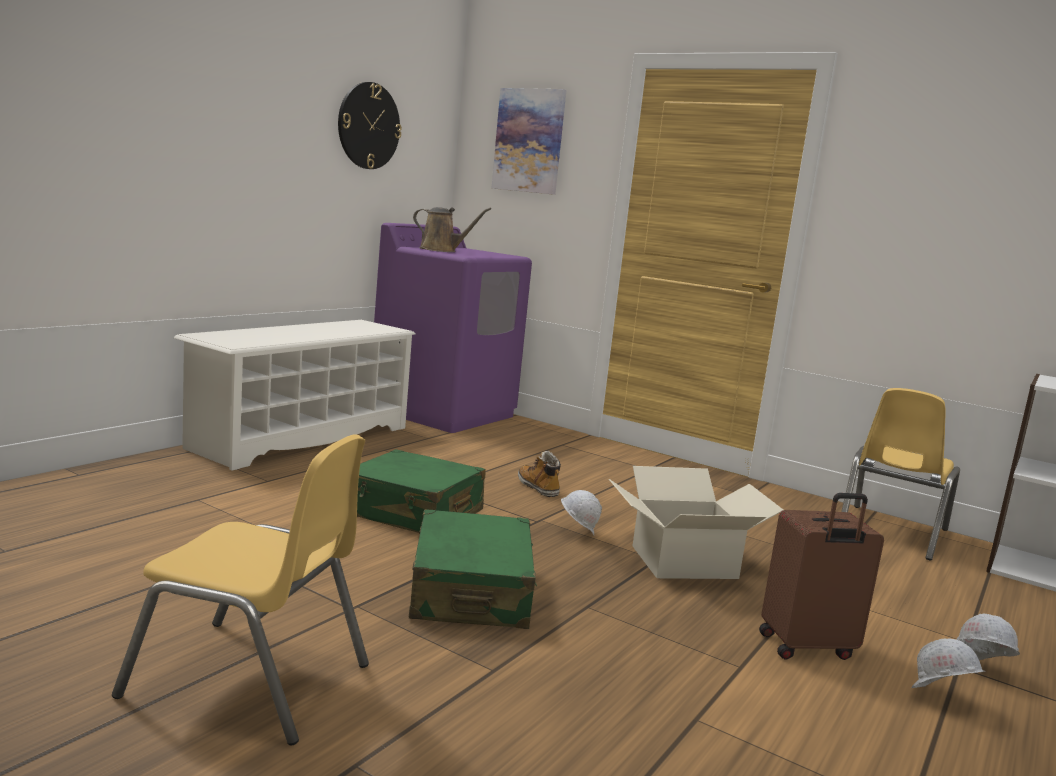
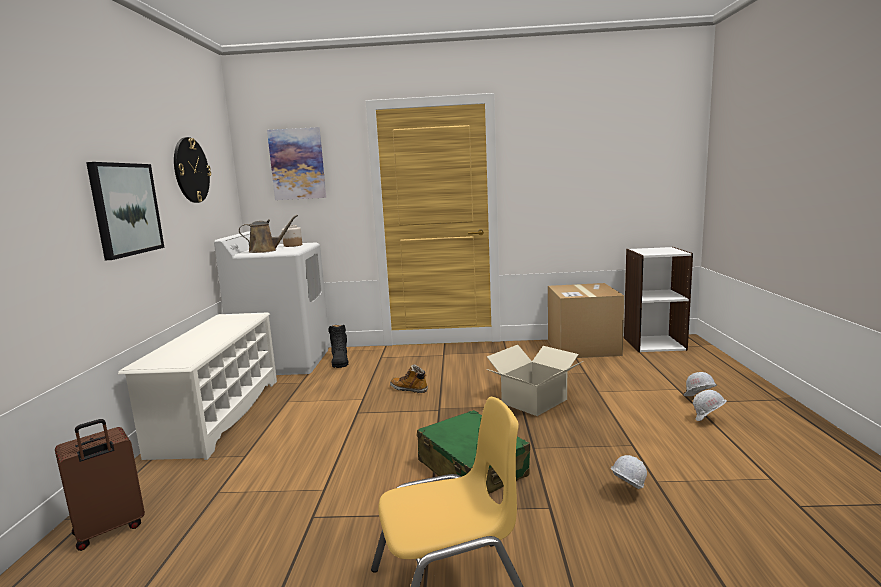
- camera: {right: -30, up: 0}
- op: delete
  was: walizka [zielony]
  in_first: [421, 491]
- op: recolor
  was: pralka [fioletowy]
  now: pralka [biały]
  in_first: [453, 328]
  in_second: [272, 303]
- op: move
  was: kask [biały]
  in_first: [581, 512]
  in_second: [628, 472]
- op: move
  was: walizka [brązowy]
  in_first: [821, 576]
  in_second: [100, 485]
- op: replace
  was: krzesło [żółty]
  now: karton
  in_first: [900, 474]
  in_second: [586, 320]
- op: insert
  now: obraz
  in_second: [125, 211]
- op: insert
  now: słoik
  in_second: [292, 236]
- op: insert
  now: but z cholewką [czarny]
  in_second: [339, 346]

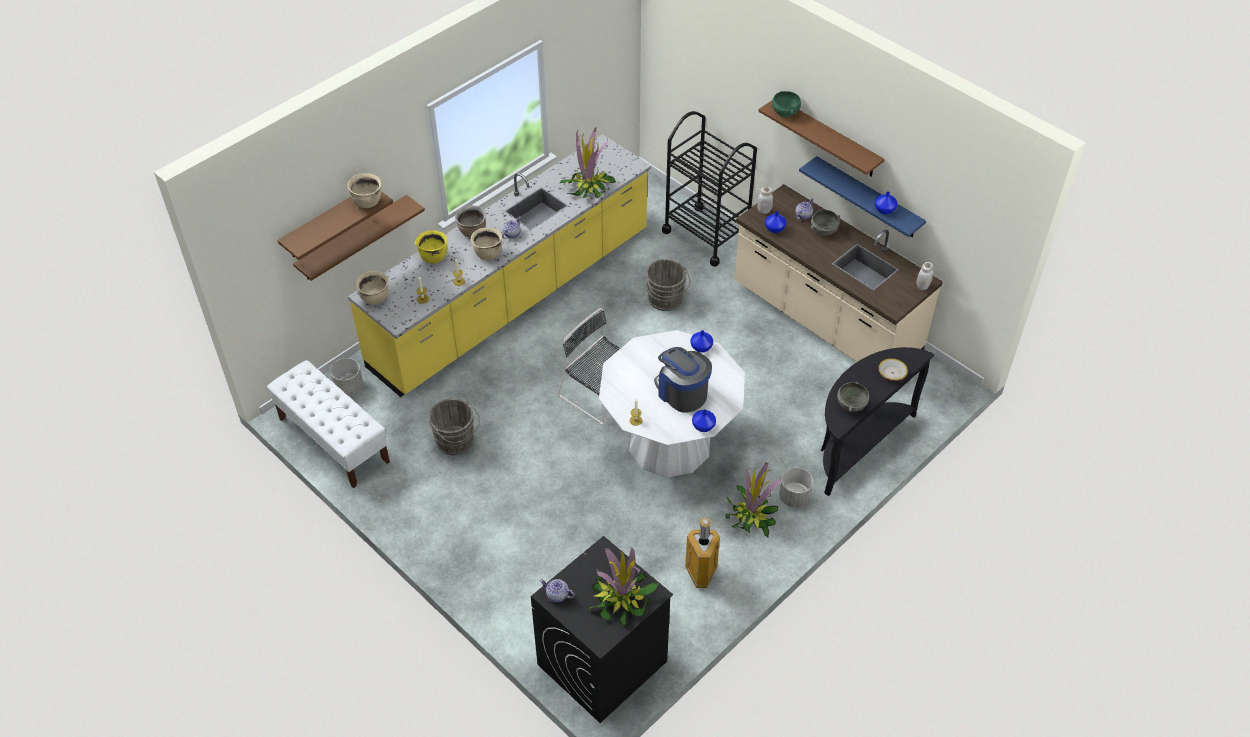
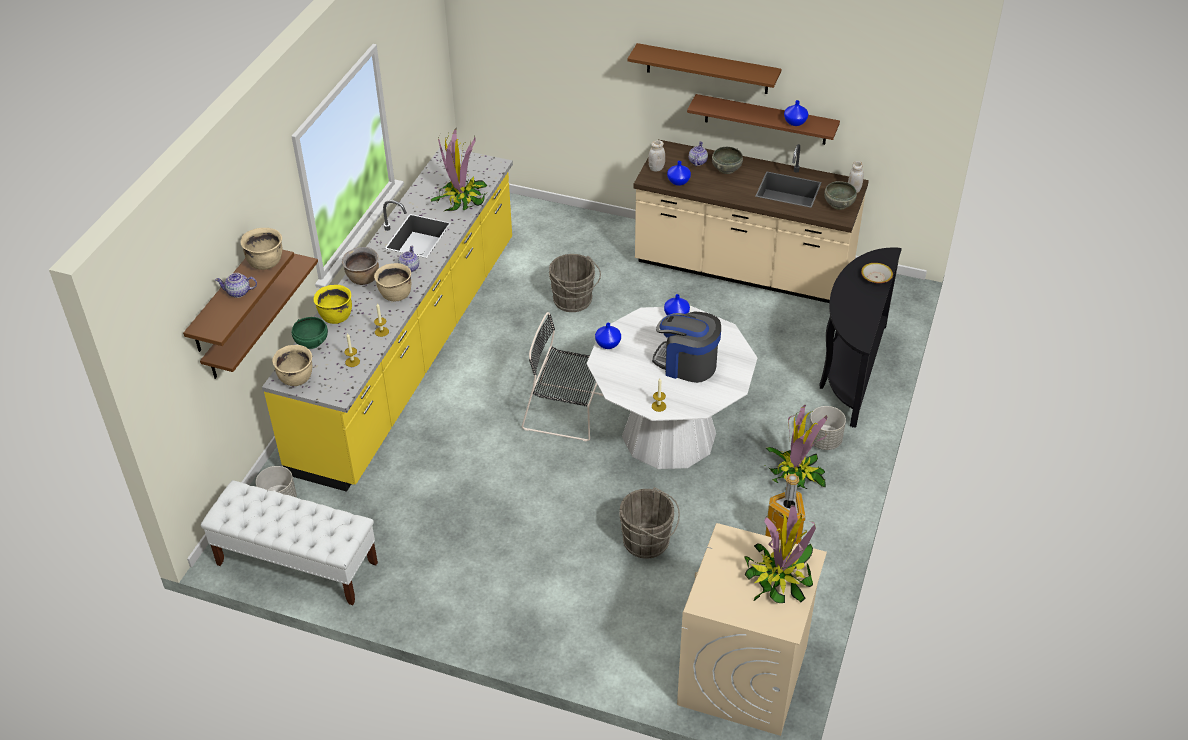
- camera: {right: -25, up: -5}
- op: move
  was: wiadro [szary]
  in_first: [454, 427]
  in_second: [649, 523]
- op: recolor
  was: pralka [czarny]
  now: pralka [beżowy]
  in_first: [602, 629]
  in_second: [752, 629]
- op: move
  was: imbryk
  in_first: [557, 590]
  in_second: [236, 285]
- op: delete
  was: wózek [czarny]
  in_first: [709, 189]
- op: move
  was: wazon [niebieski]
  in_first: [704, 420]
  in_second: [608, 336]
- op: move
  was: miska [zielony]
  in_first: [786, 104]
  in_second: [310, 333]
- op: recolor
  was: półka [niebieski]
  now: półka [brązowy]
  in_first: [862, 196]
  in_second: [763, 119]
- op: move
  was: miska [szary]
  in_first: [853, 397]
  in_second: [840, 195]

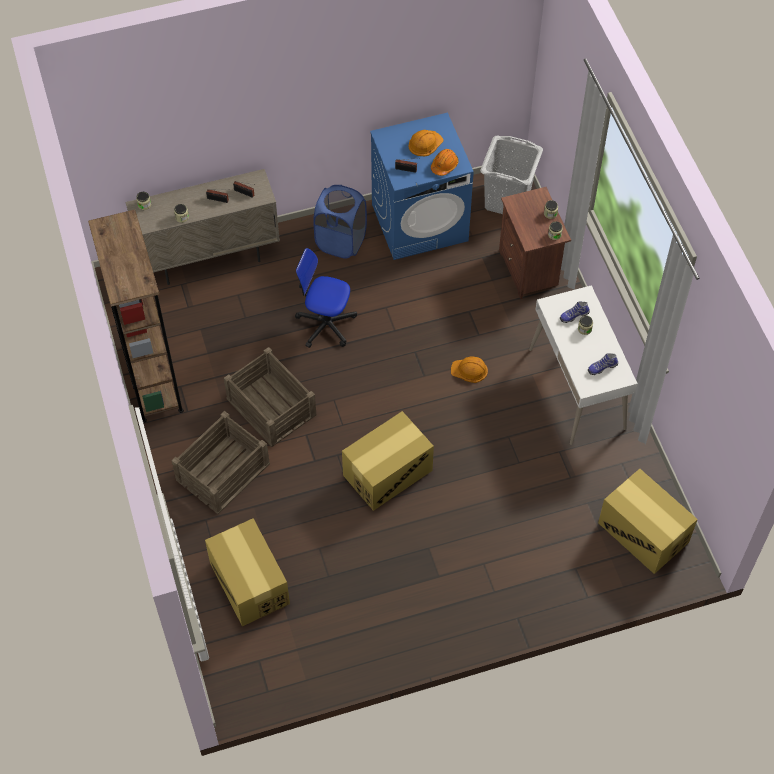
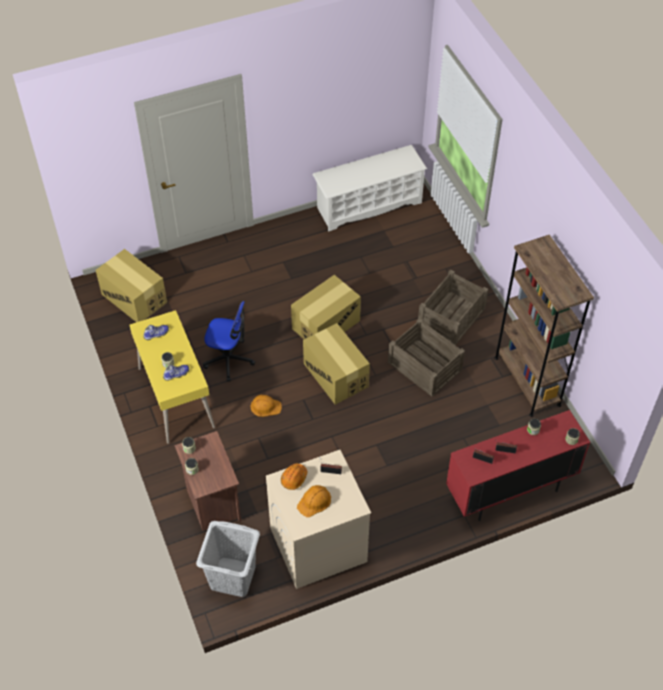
- camera: {right: 175, up: -5}
- op: recolor
  was: szafka [beżowy]
  now: szafka [czerwony]
  in_first: [202, 227]
  in_second: [518, 465]
- op: move
  was: karton
  in_first: [247, 572]
  in_second: [336, 364]
- op: move
  was: krzesło biurowe
  in_first: [326, 298]
  in_second: [229, 341]
- op: delete
  was: kosz na pranie [niebieski]
  in_first: [340, 222]
- op: recolor
  was: pralka [niebieski]
  now: pralka [beżowy]
  in_first: [422, 186]
  in_second: [318, 519]
- op: recolor
  was: biurko [biały]
  now: biurko [żółty]
  in_first: [583, 365]
  in_second: [172, 377]
- op: insert
  now: regał na buty [biały]
  in_second: [369, 188]

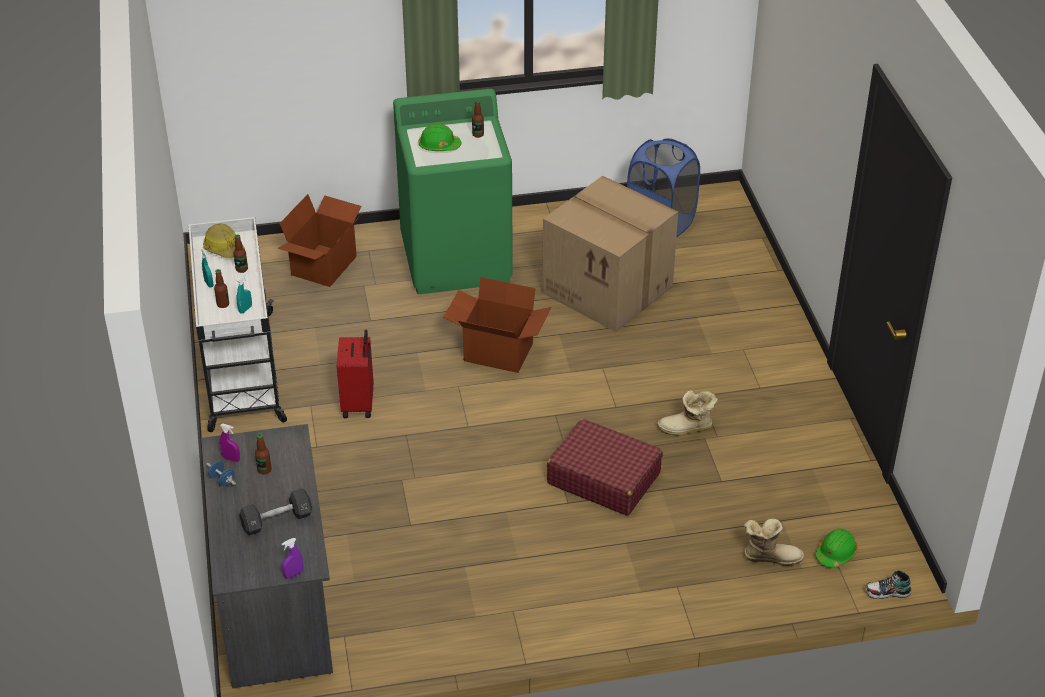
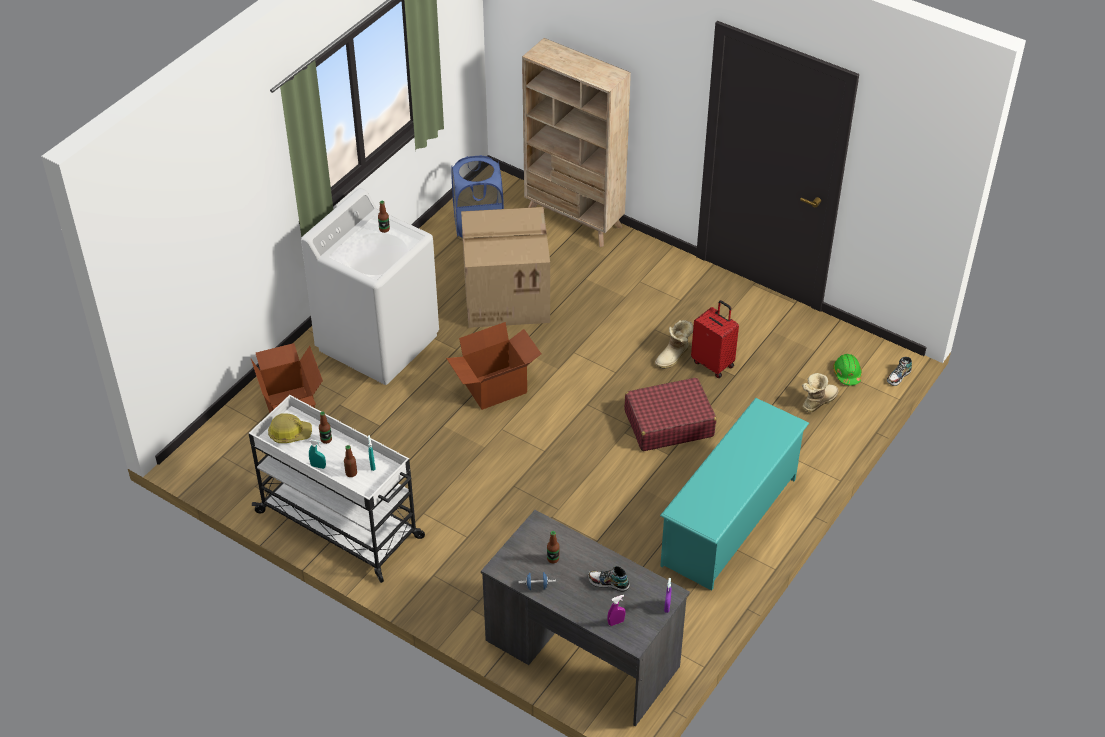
- camera: {right: -45, up: 5}
- op: move
  was: spryskiwacz [fioletowy]
  in_first: [230, 443]
  in_second: [616, 610]
- op: replace
  was: hantel [czarny]
  now: but
  in_first: [275, 512]
  in_second: [609, 579]
- op: move
  was: walizka [czerwony]
  in_first: [355, 374]
  in_second: [715, 339]
- op: recolor
  was: pralka [zielony]
  now: pralka [biały]
  in_first: [453, 191]
  in_second: [370, 286]
- op: delete
  was: kask [zielony]
  in_first: [440, 137]
- op: insert
  now: regał [beżowy]
  in_second: [576, 142]
- op: insert
  now: regał na buty [turkusowy]
  in_second: [734, 494]

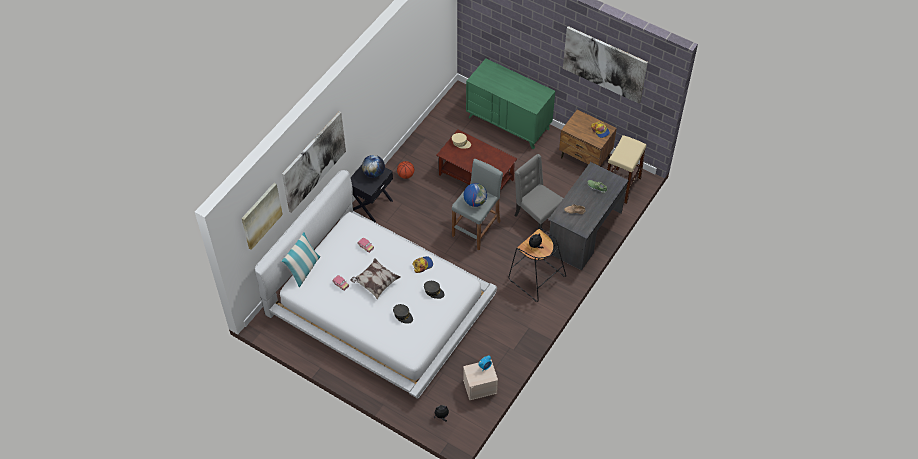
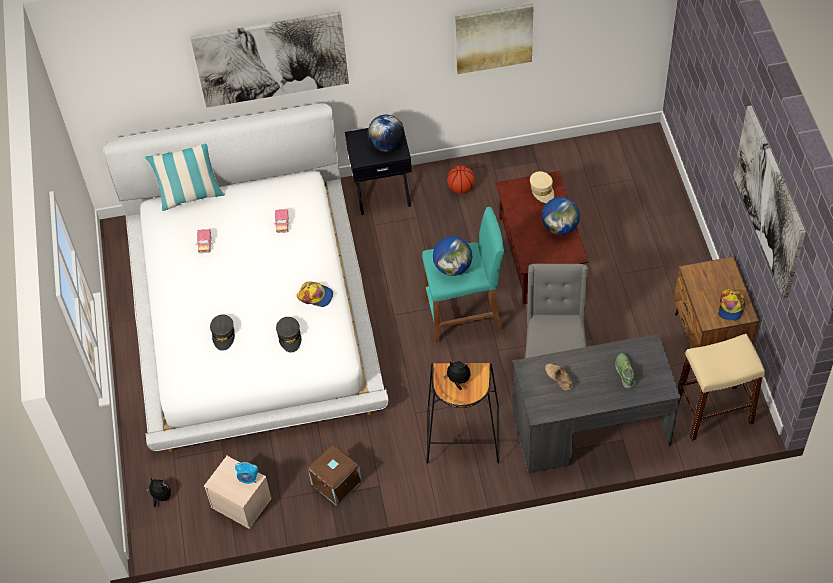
- camera: {right: 50, up: 0}
- op: move
  was: obraz
  in_first: [262, 216]
  in_second: [494, 38]
- op: delete
  was: poduszka
  in_first: [375, 278]
- op: recolor
  was: stołek [szary]
  now: stołek [turkusowy]
  in_first: [477, 204]
  in_second: [463, 275]
- op: delete
  was: komoda [zielony]
  in_first: [510, 104]
- op: insert
  now: pojemnik do przechowywania [brązowy]
  in_second: [335, 475]
- op: insert
  now: globus
  in_second: [561, 216]

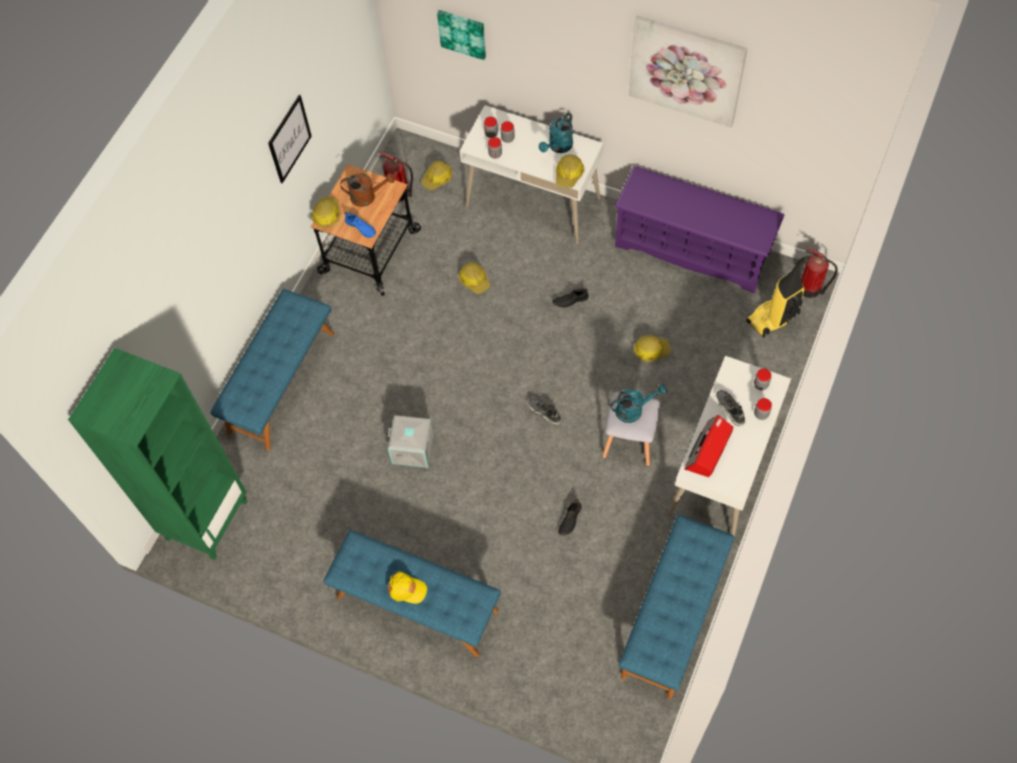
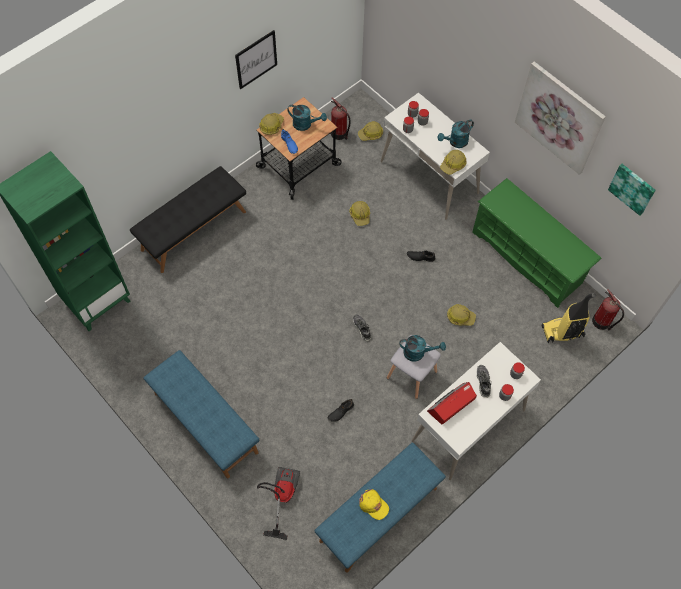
- camera: {right: 20, up: 0}
- op: recolor
  was: ławka [niebieski]
  now: ławka [czarny]
  in_first: [272, 370]
  in_second: [188, 219]
- op: recolor
  was: konewka [brązowy]
  now: konewka [turkusowy]
  in_first: [368, 190]
  in_second: [307, 118]
- op: move
  was: czapka z daszkiem [żółty]
  in_first: [407, 588]
  in_second: [374, 504]
- op: delete
  was: pojemnik do przechowywania [szary]
  in_first: [411, 441]
- op: move
  was: obraz
  in_first: [461, 35]
  in_second: [632, 190]
- op: recolor
  was: regał na buty [fioletowy]
  now: regał na buty [zielony]
  in_first: [699, 229]
  in_second: [536, 243]
- op: insert
  now: odkurzacz
  in_second: [278, 503]

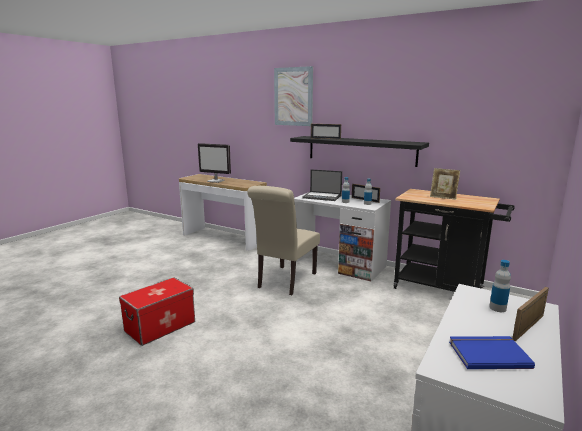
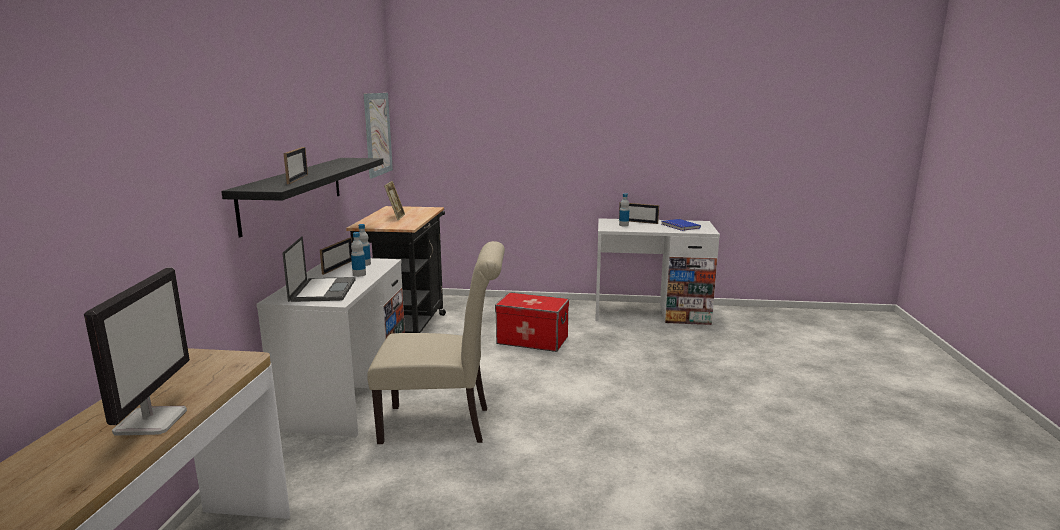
- camera: {right: -115, up: 0}
- op: move
  was: pojemnik do przechowywania
  in_first: [157, 311]
  in_second: [532, 322]
- op: move
  was: obraz
  in_first: [293, 96]
  in_second: [378, 135]

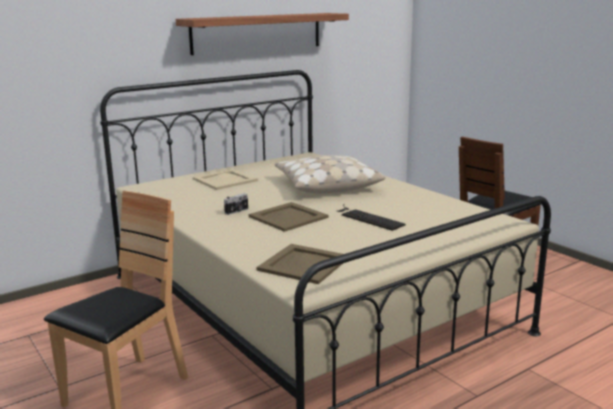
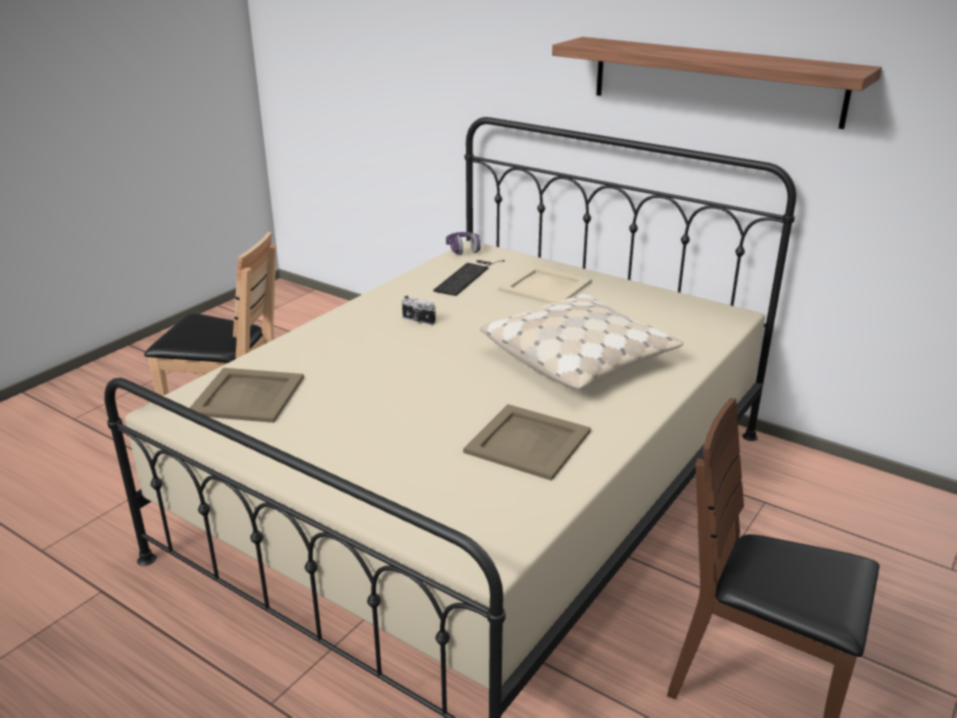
- camera: {right: 70, up: 10}
- op: move
  was: taca [beżowy]
  in_first: [288, 217]
  in_second: [527, 442]
- op: move
  was: klawiatura
  in_first: [371, 217]
  in_second: [469, 278]
- op: insert
  now: słuchawki [fioletowy]
  in_second: [463, 243]

